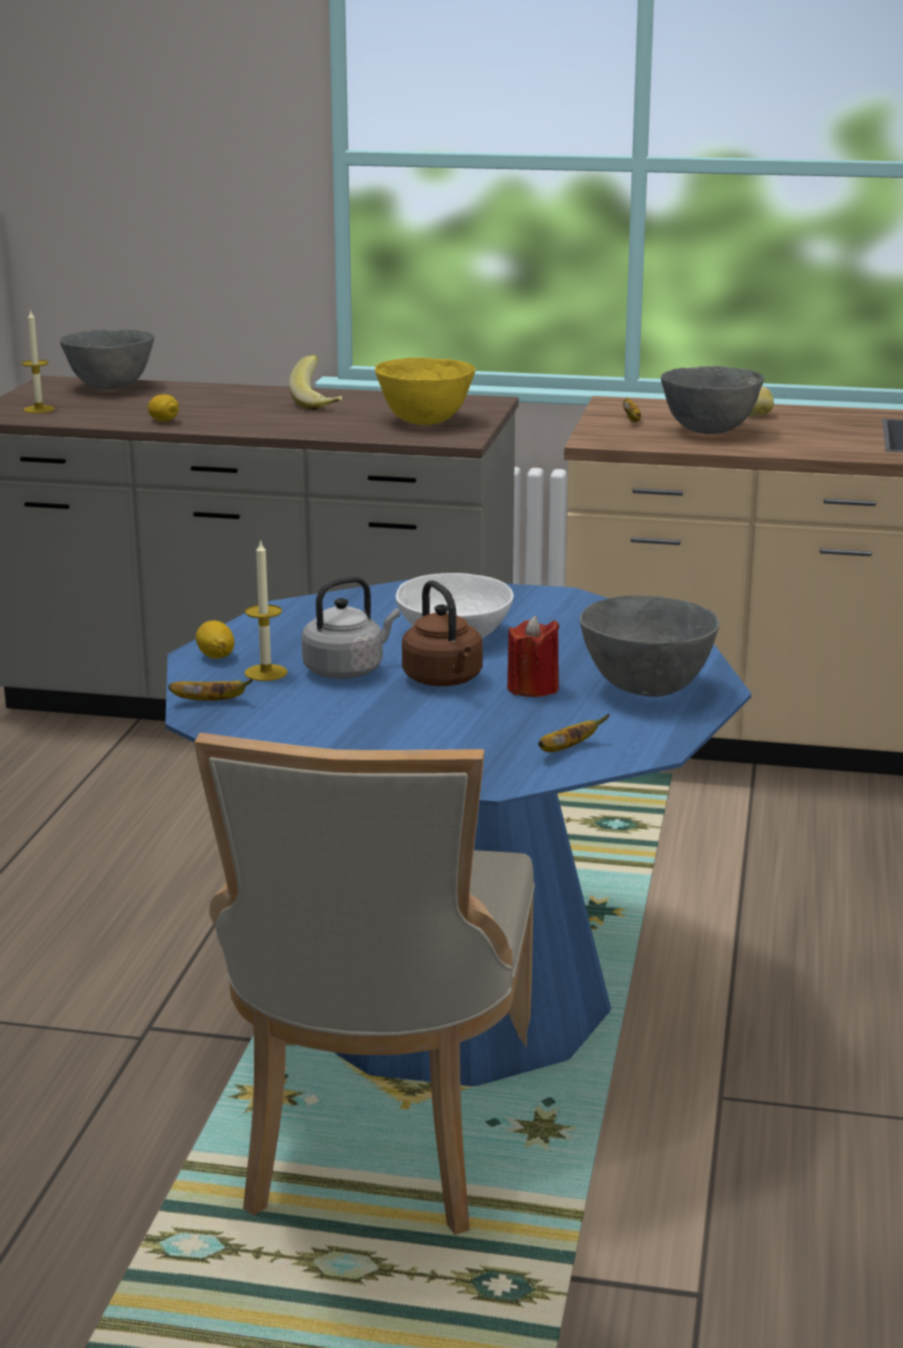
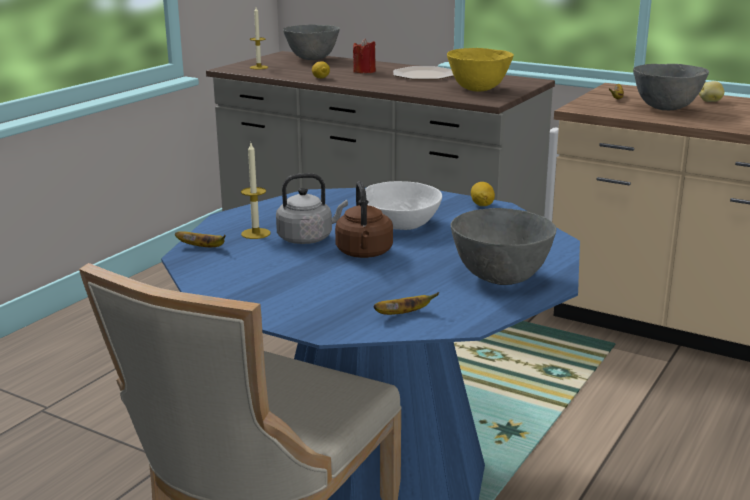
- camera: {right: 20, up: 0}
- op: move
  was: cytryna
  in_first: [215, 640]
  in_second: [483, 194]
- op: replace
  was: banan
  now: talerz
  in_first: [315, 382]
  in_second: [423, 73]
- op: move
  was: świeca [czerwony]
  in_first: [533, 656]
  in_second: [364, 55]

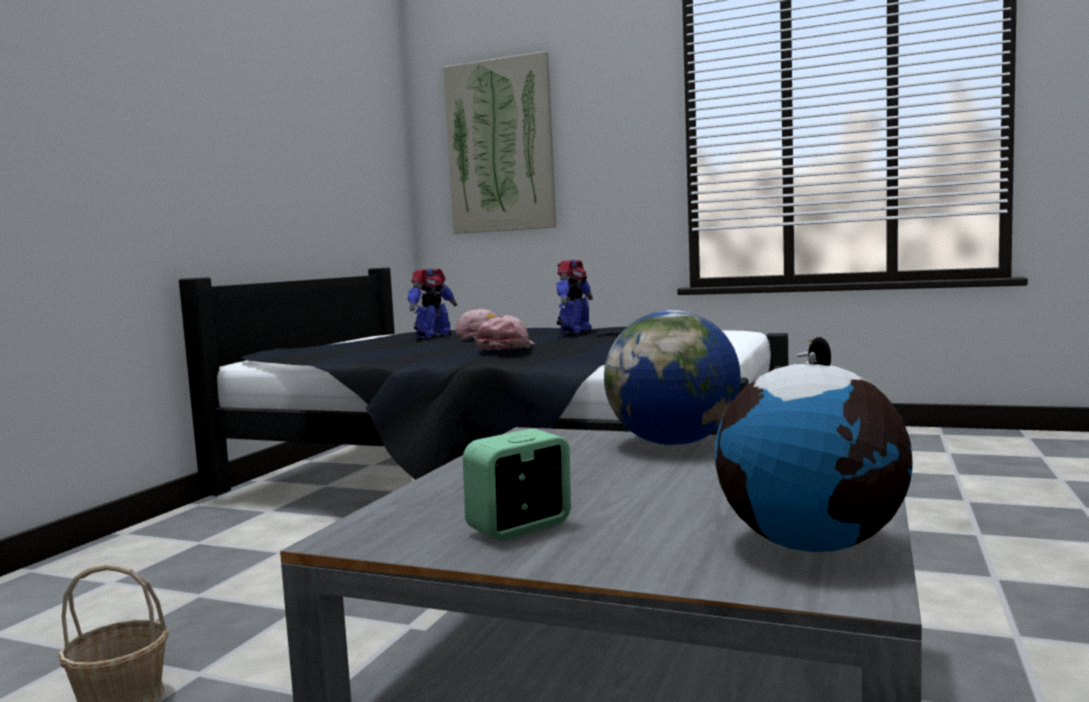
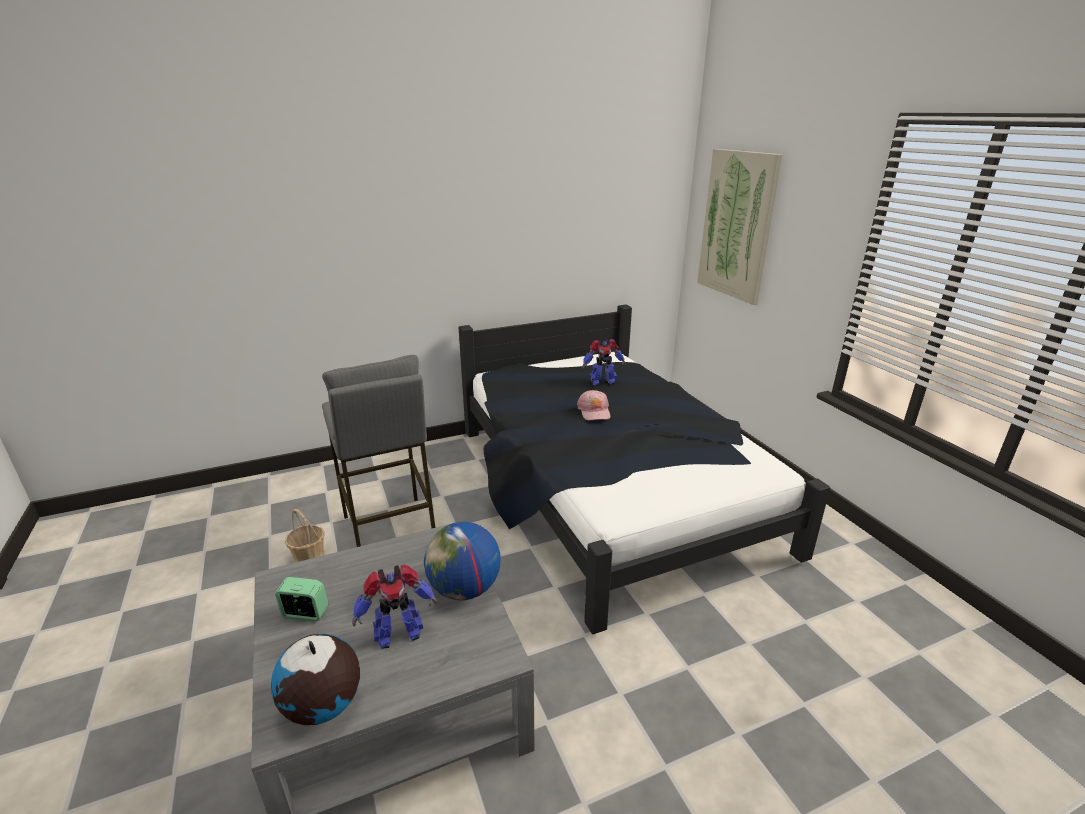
- camera: {right: 45, up: 20}
- op: delete
  was: czapka z daszkiem [różowy]
  in_first: [505, 332]
- op: move
  was: robot zabawkowy
  in_first: [575, 296]
  in_second: [394, 606]
- op: insert
  now: stołek [szary]
  in_second: [378, 451]

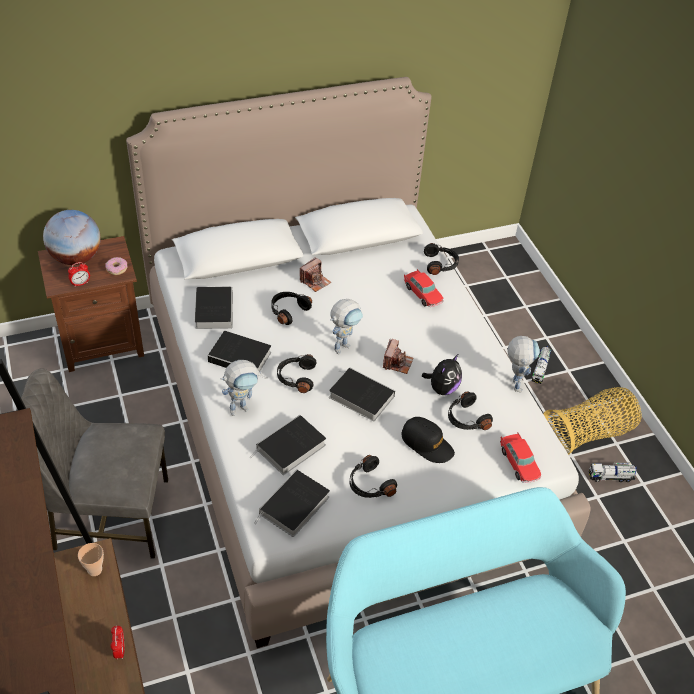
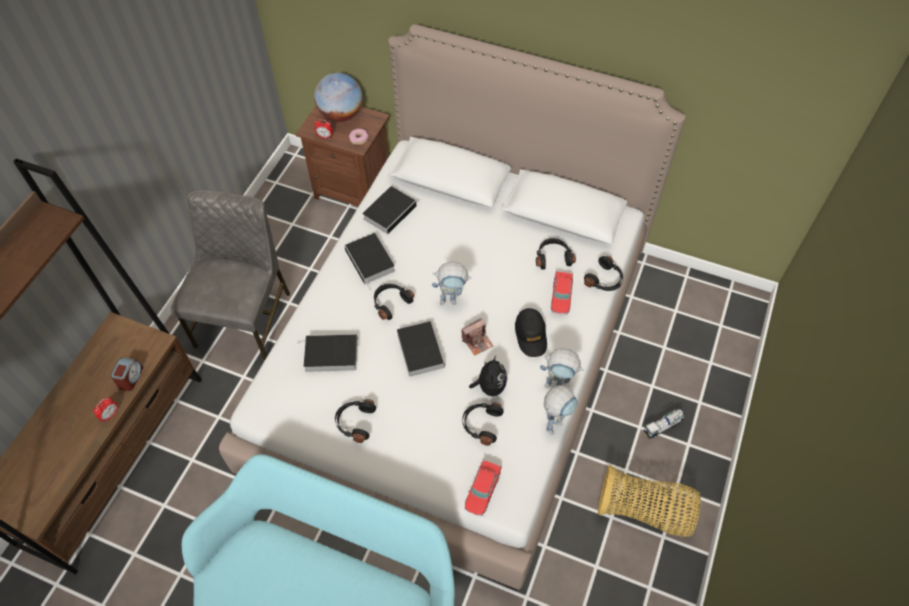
- camera: {right: 45, up: 10}
- op: rotate
  was: krzesło [szary]
  in_first: [92, 463]
  in_second: [230, 275]
  clockwise: 60
- op: delete
  was: filiżanka
  in_first: [91, 559]
- op: move
  was: robot zabawkowy
  in_first: [241, 388]
  in_second: [562, 368]
- op: delete
  was: książka
  in_first: [292, 503]
- op: move
  was: słuchawki [czarny]
  in_first: [291, 308]
  in_second: [556, 254]
- op: delete
  was: aparat fotograficzny
  in_first: [315, 274]
- op: move
  was: czapka z daszkiem [czarny]
  in_first: [428, 440]
  in_second: [531, 332]
- op: rotate
  was: pluszak
  in_first: [442, 374]
  in_second: [488, 376]
  clockwise: -75
- op: delete
  was: ciężarówka zabawkowa
  in_first: [613, 472]
- op: insert
  now: budzik
  in_second: [126, 374]

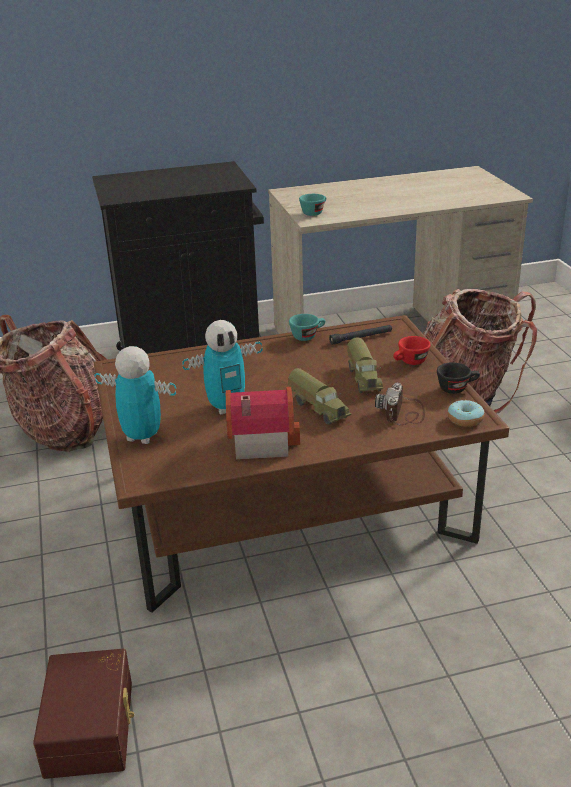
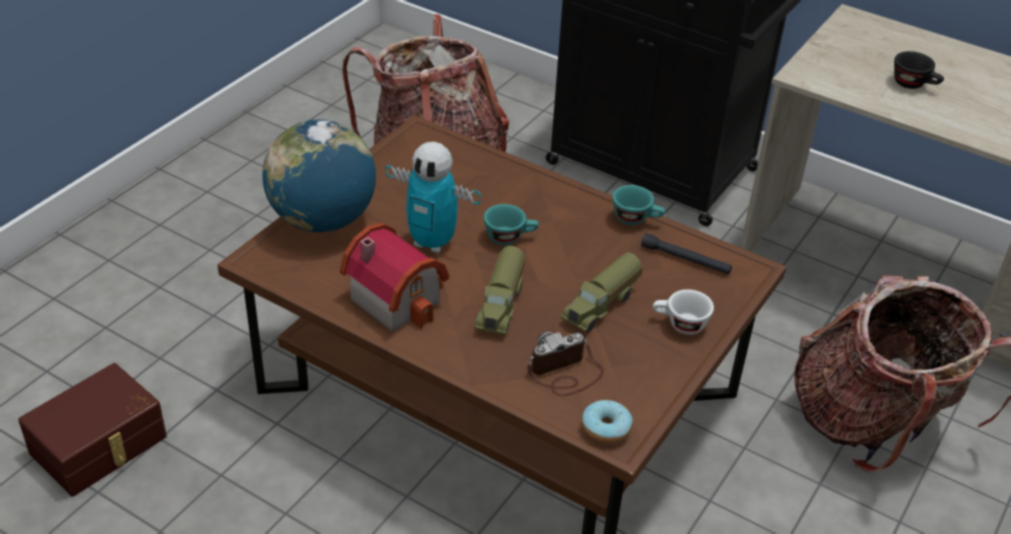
- camera: {right: 45, up: 10}
- op: replace
  was: robot zabawkowy
  now: globus
  in_first: [135, 395]
  in_second: [319, 176]
- op: move
  was: filiżanka [turkusowy]
  in_first: [312, 205]
  in_second: [511, 224]
- op: recolor
  was: filiżanka [czerwony]
  now: filiżanka [biały]
  in_first: [412, 350]
  in_second: [683, 312]
- op: move
  was: filiżanka [czarny]
  in_first: [458, 378]
  in_second: [919, 70]

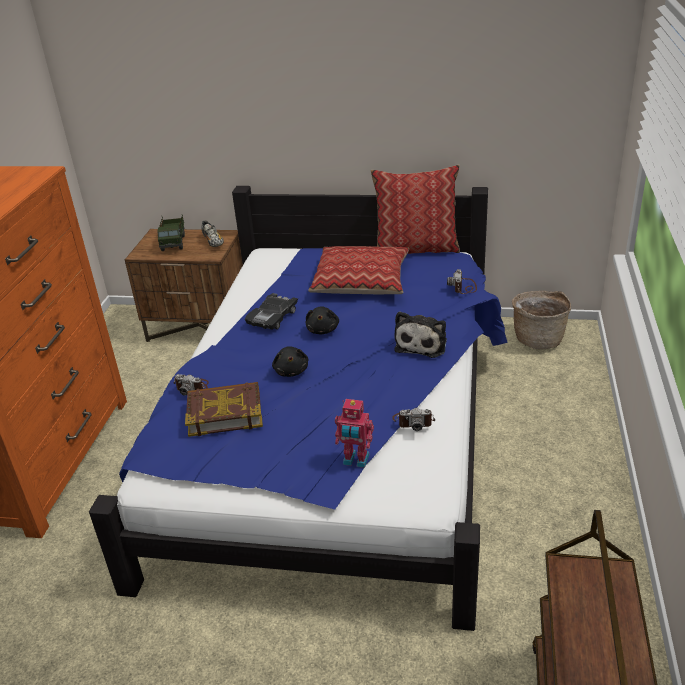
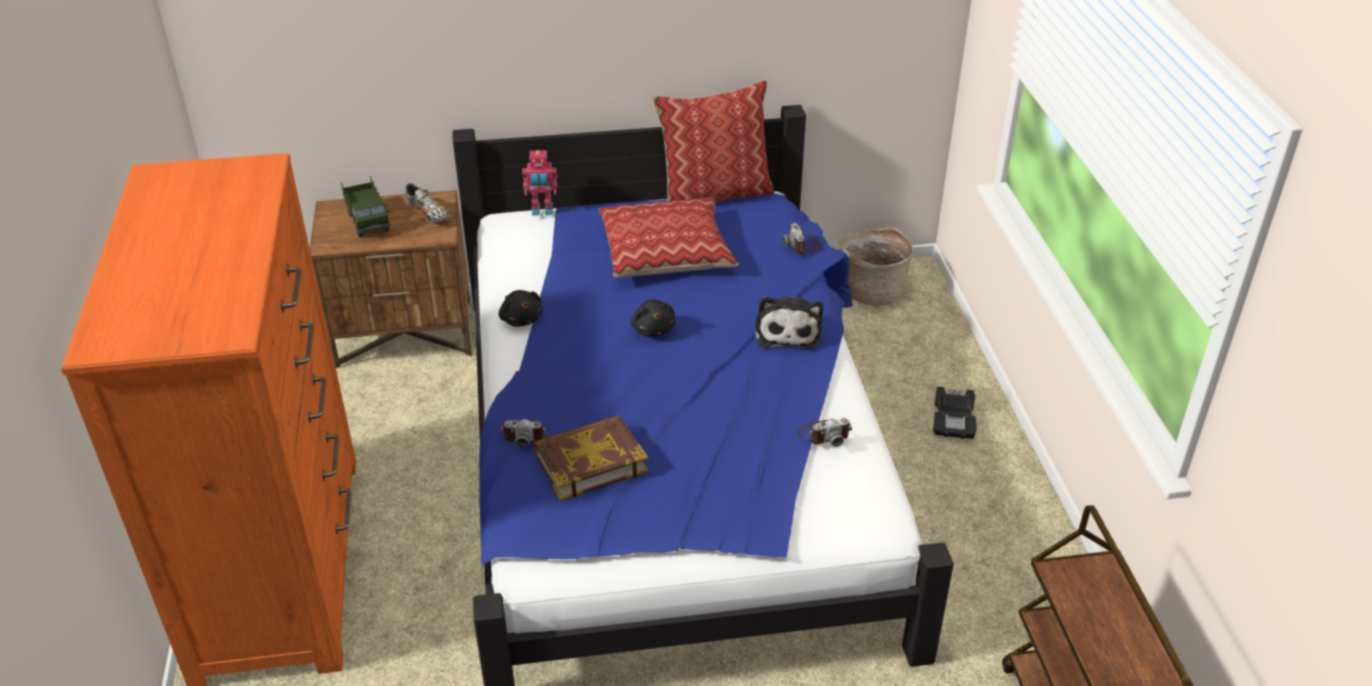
- camera: {right: -20, up: 5}
- op: move
  was: samochodzik [czarny]
  in_first: [271, 311]
  in_second: [955, 412]
- op: move
  was: pluszak [czarny]
  in_first: [290, 361]
  in_second: [521, 308]
- op: move
  was: robot zabawkowy
  in_first: [354, 433]
  in_second: [539, 183]

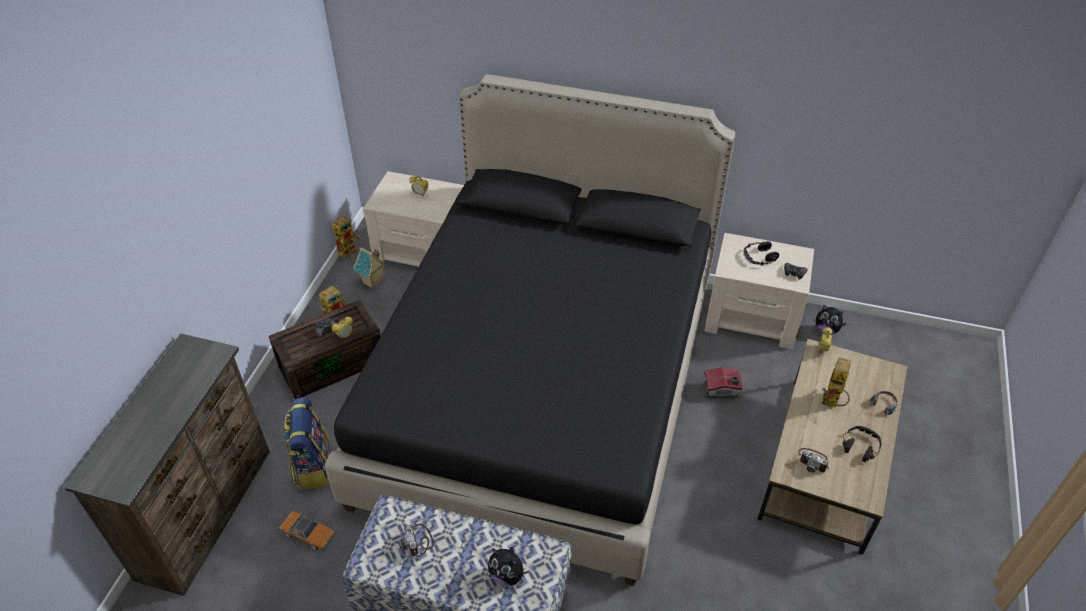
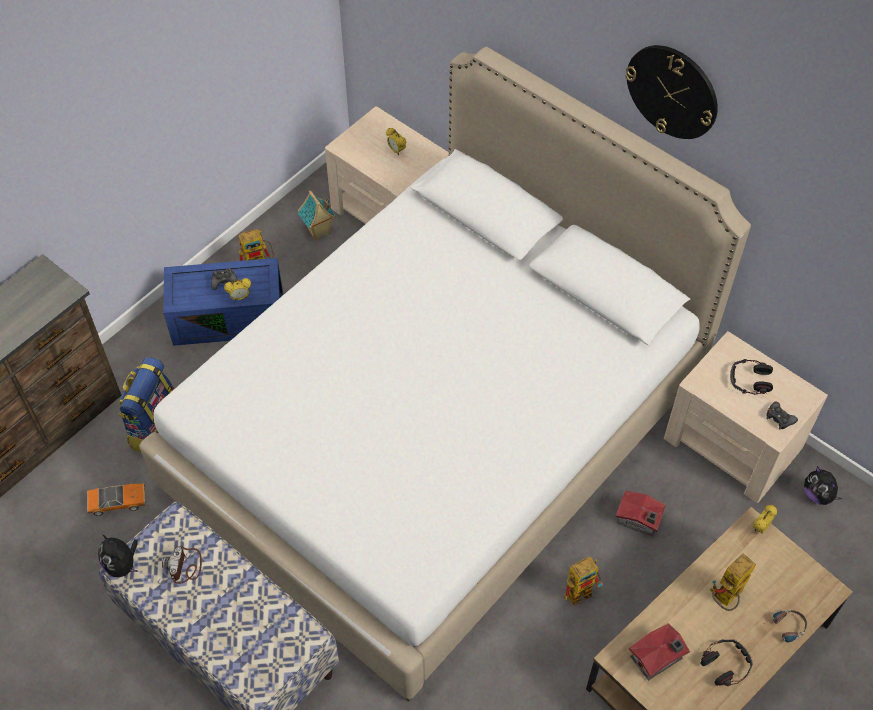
- camera: {right: 25, up: 10}
- op: recolor
  was: pojemnik do przechowywania [brązowy]
  now: pojemnik do przechowywania [niebieski]
  in_first: [325, 349]
  in_second: [223, 302]
- op: rotate
  was: samochodzik
  in_first: [307, 530]
  in_second: [116, 499]
  clockwise: -60
- op: recolor
  was: łóżko [czarny]
  now: łóżko [biały]
  in_first: [530, 330]
  in_second: [445, 373]
- op: move
  was: robot zabawkowy
  in_first: [346, 236]
  in_second: [583, 581]
- op: move
  was: pluszak
  in_first: [509, 566]
  in_second: [118, 555]
- op: replace
  was: aparat fotograficzny
  now: domek
  in_first: [813, 460]
  in_second: [659, 652]
- op: insert
  now: zegar ścienny
  in_second: [671, 92]

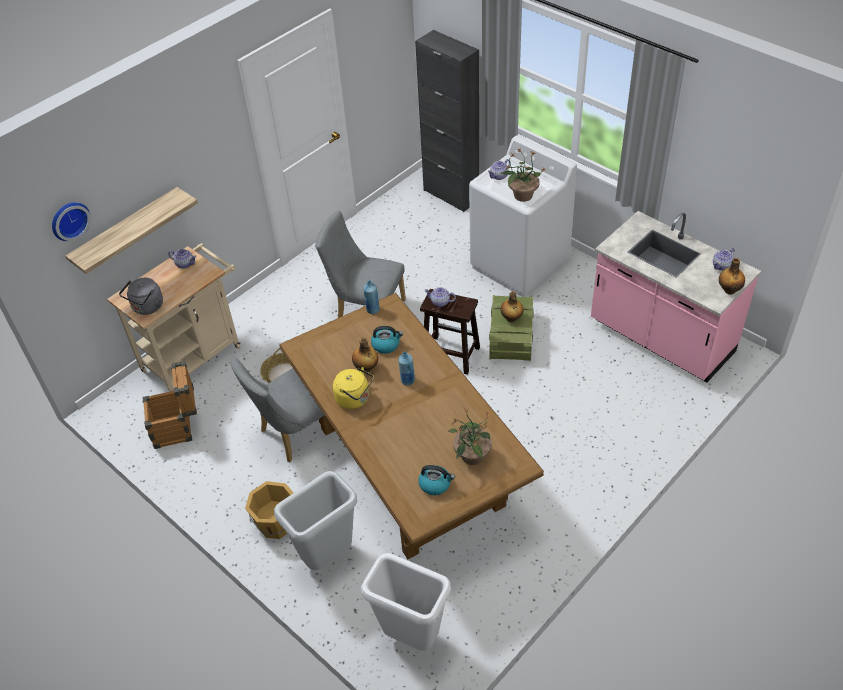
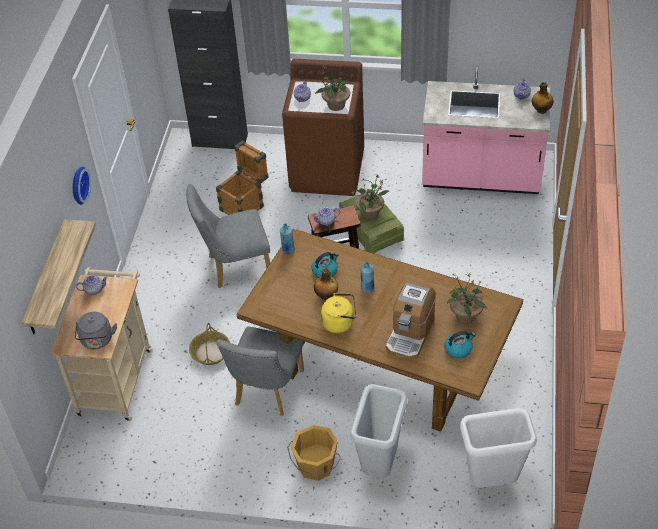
- camera: {right: -35, up: 0}
- op: move
  was: zegar ścienny
  in_first: [71, 221]
  in_second: [82, 185]
- op: move
  was: skrzynka
  in_first: [169, 405]
  in_second: [242, 177]
- op: recolor
  was: pralka [biały]
  now: pralka [brązowy]
  in_first: [523, 216]
  in_second: [323, 127]
- op: replace
  was: butelka
  now: roślina doniczkowa
  in_first: [512, 306]
  in_second: [370, 196]
- op: insert
  now: ekspres do kawy
  in_second: [411, 320]

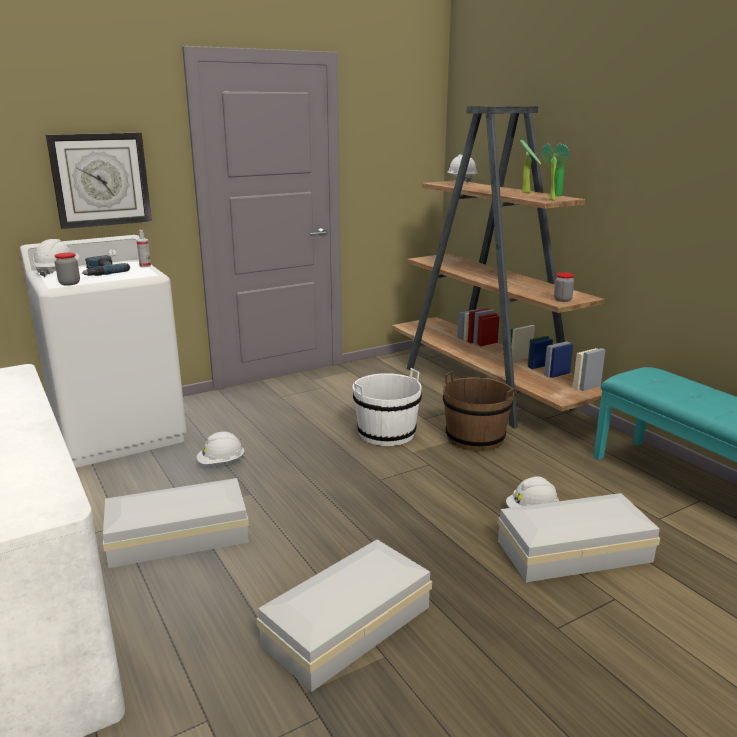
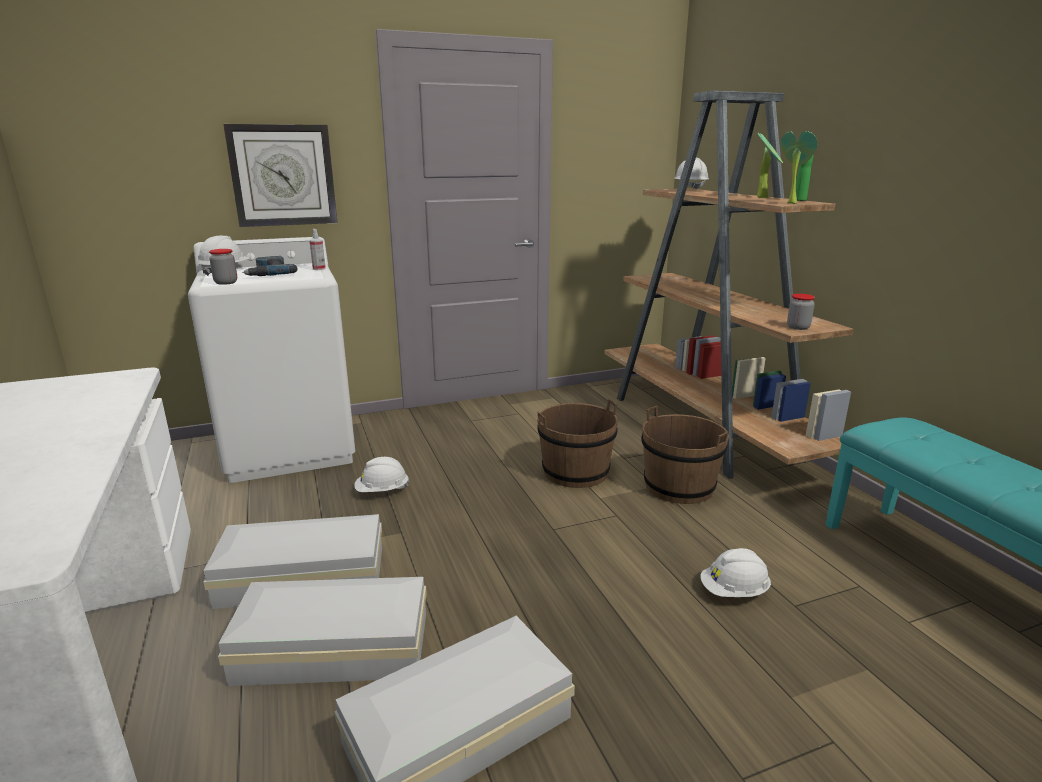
- camera: {right: 10, up: 0}
- op: recolor
  was: wiadro [biały]
  now: wiadro [brązowy]
  in_first: [387, 407]
  in_second: [577, 443]
- op: move
  was: pojemnik do przechowywania [biały]
  in_first: [579, 537]
  in_second: [322, 631]

